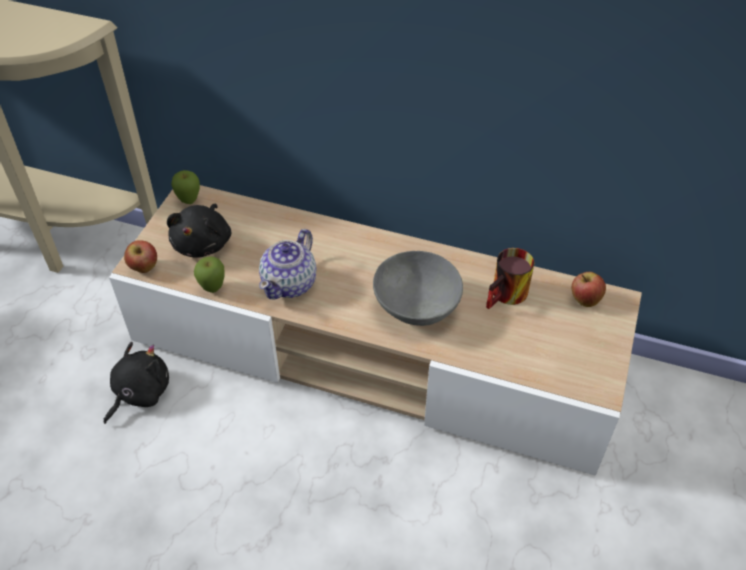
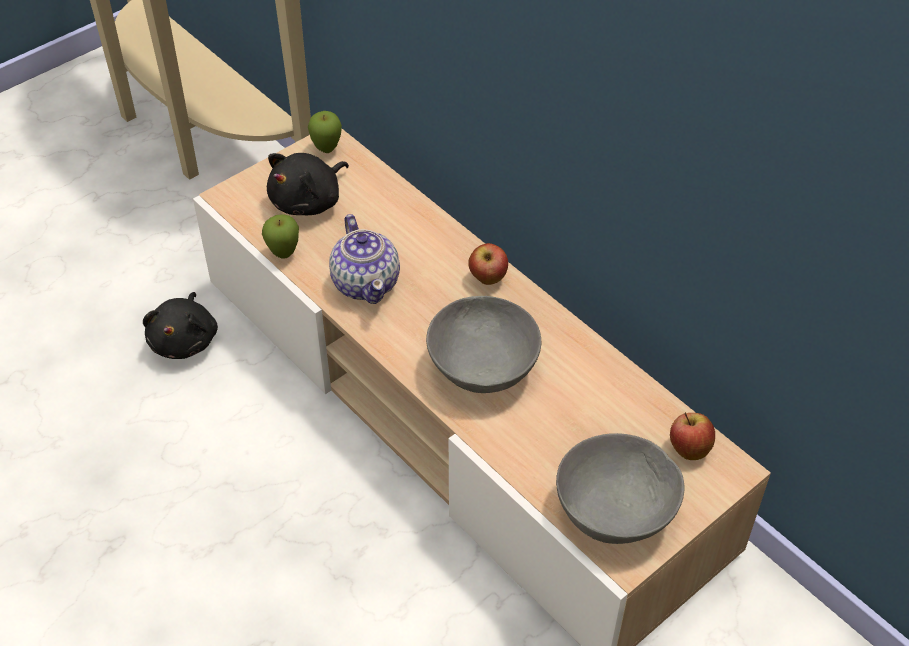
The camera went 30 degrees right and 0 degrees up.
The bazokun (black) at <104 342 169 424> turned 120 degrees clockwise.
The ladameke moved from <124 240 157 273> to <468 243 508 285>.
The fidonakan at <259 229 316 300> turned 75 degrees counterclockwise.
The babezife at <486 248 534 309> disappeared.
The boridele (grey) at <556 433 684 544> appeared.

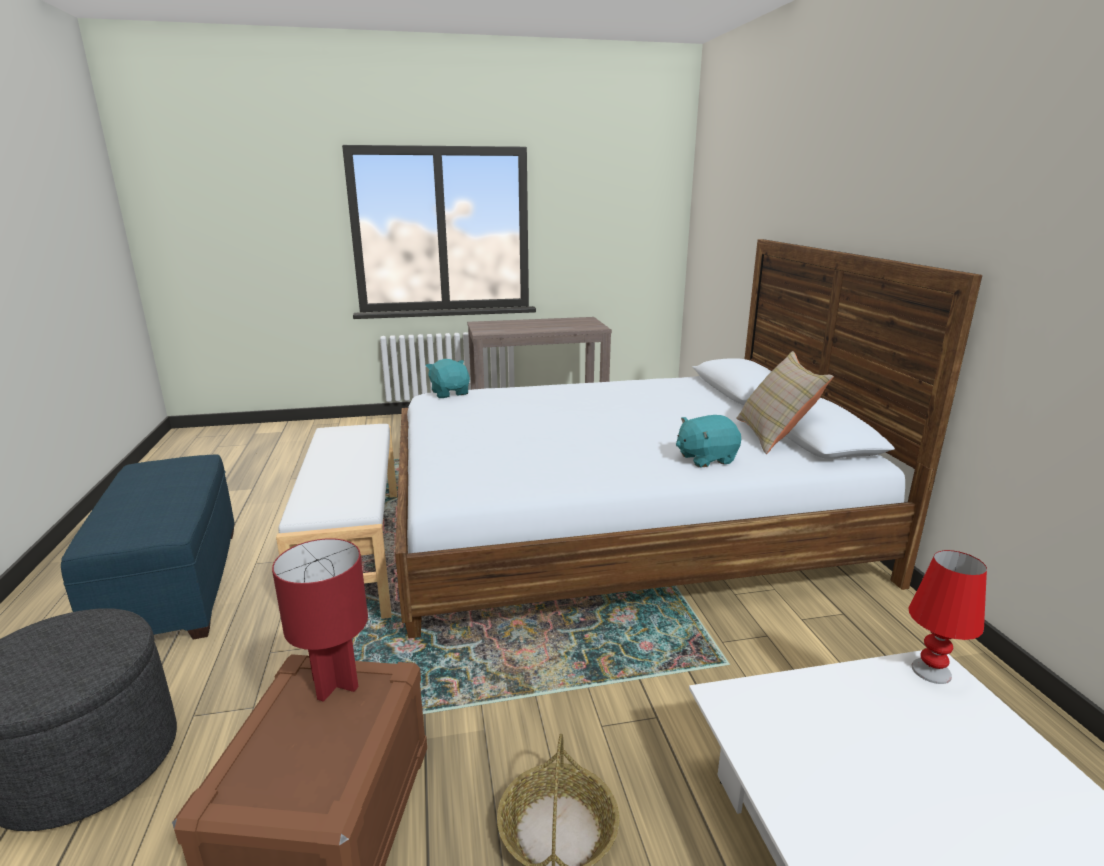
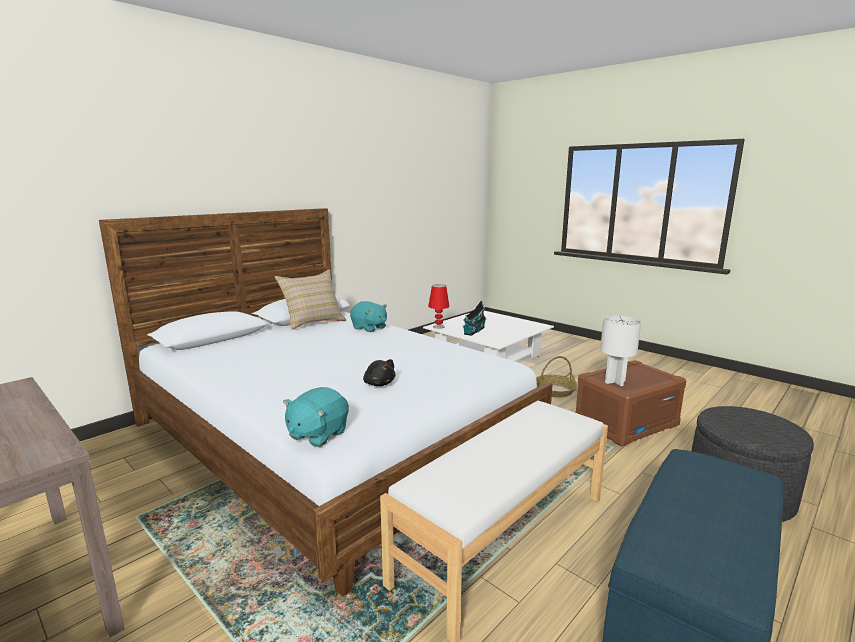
The camera went 125 degrees left and 5 degrees down.
The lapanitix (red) at <272 538 368 702> became the lapanitix (white) at <600 316 641 386>.
The bazokun (black) at <363 359 395 386> appeared.
The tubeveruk at <463 300 486 336> appeared.

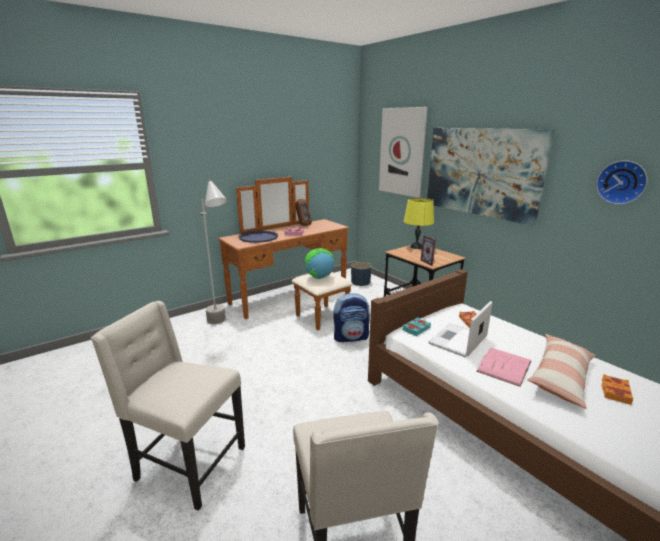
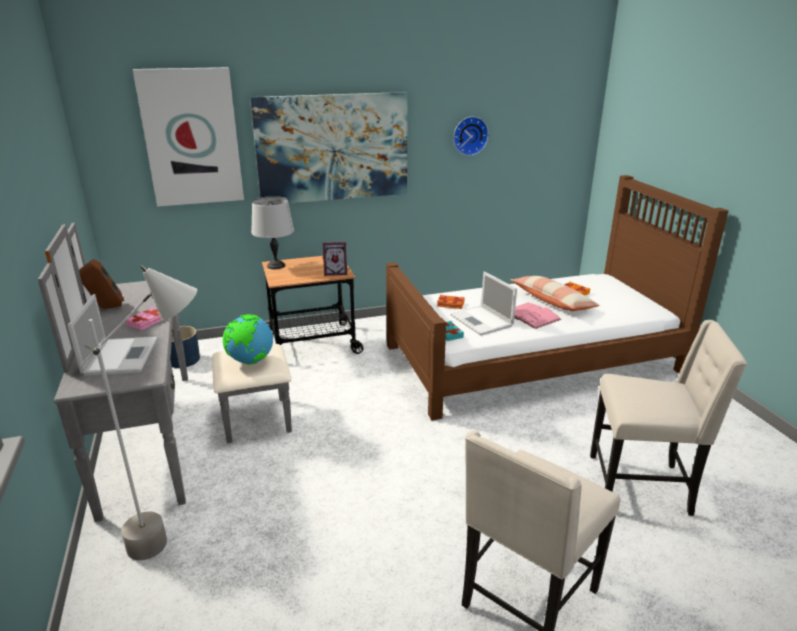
The camera went 70 degrees left and 5 degrees up.
The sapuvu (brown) at <218 177 353 330> became the sapuvu (grey) at <38 223 292 522>.
The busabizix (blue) at <239 231 278 243> was replaced by the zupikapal at <67 294 158 376>.
The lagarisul at <334 293 370 342> disappeared.
The lapanitix (yellow) at <404 198 434 249> became the lapanitix (grey) at <251 196 294 269>.

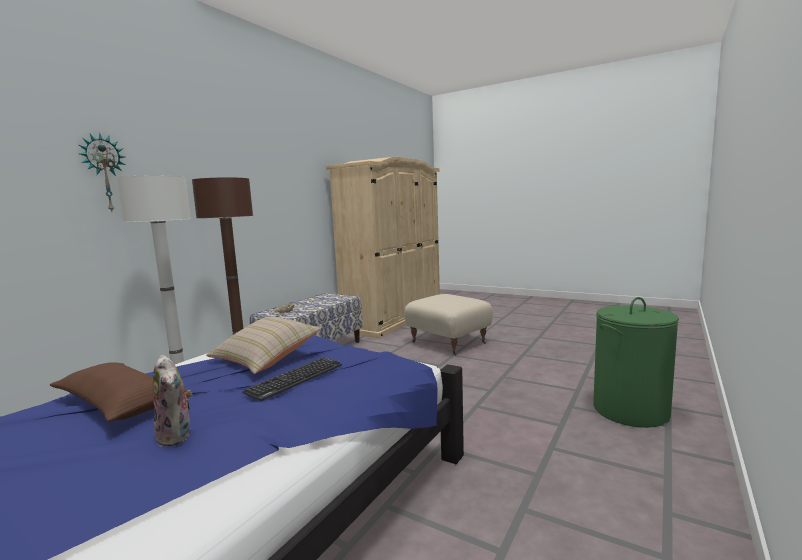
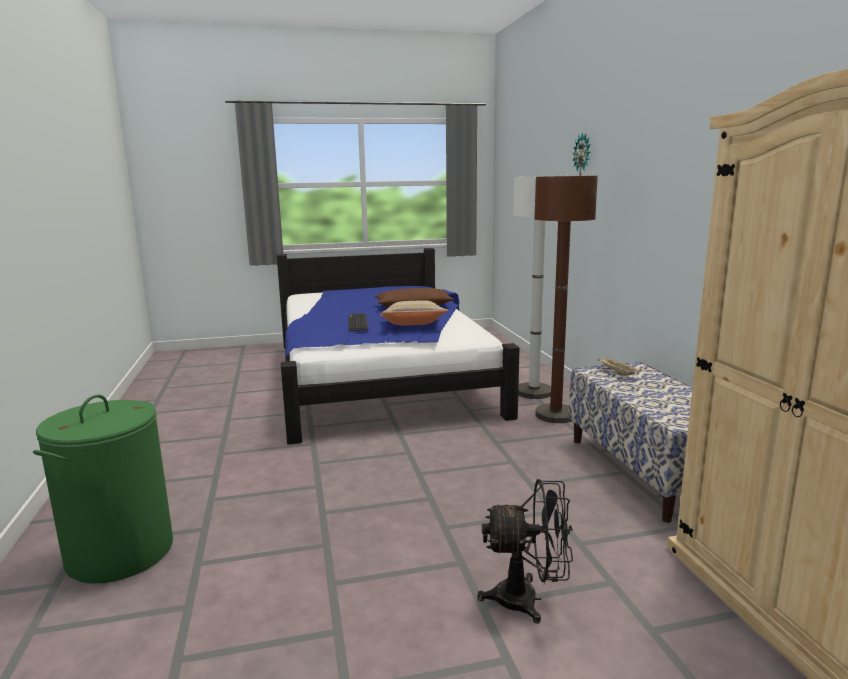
The camera went 135 degrees right and 5 degrees up.
The bazokun at <153 355 192 447> disappeared.
The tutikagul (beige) at <404 294 493 356> was replaced by the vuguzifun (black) at <477 479 573 624>.

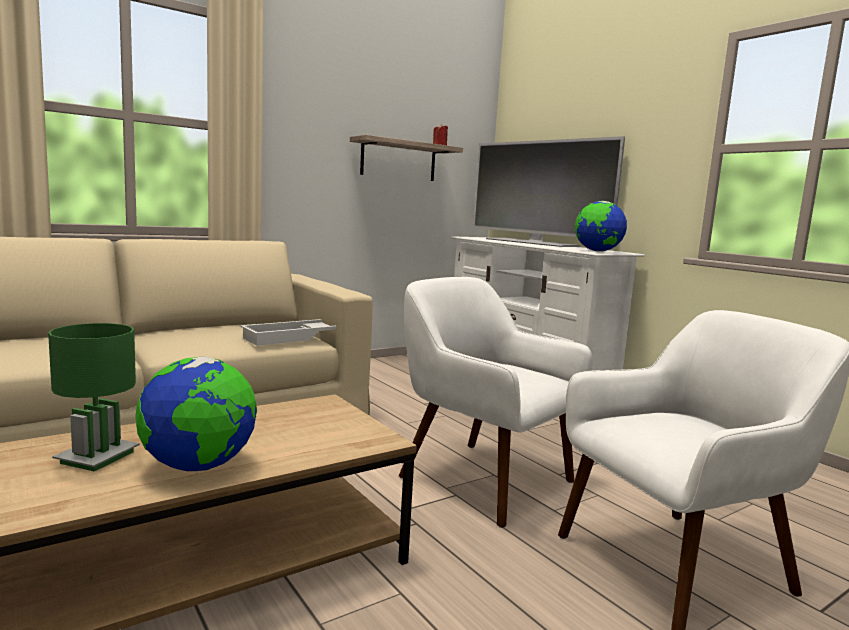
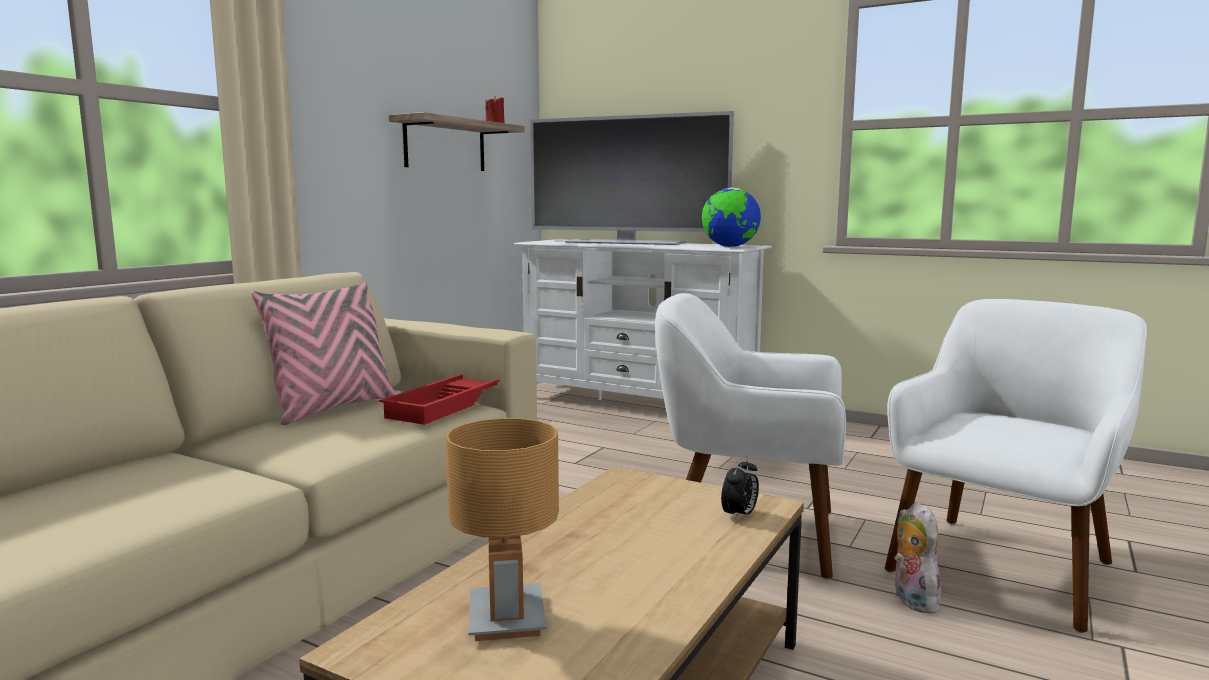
The camera went 25 degrees left and 0 degrees up.
The lapanitix (green) at <48 323 140 472> became the lapanitix (brown) at <446 418 559 641>.
The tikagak at <135 357 257 472> disappeared.
The busabizix (white) at <240 319 337 346> became the busabizix (red) at <379 374 500 425>.
The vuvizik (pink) at <251 283 396 426> appeared.
The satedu at <721 455 759 521> appeared.
The bazokun at <894 502 942 613> appeared.

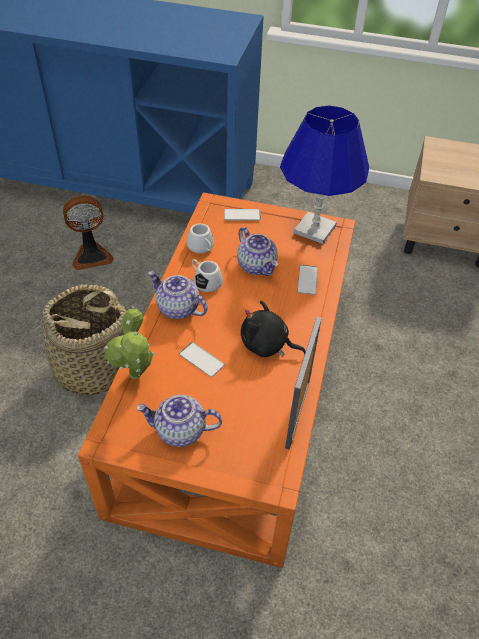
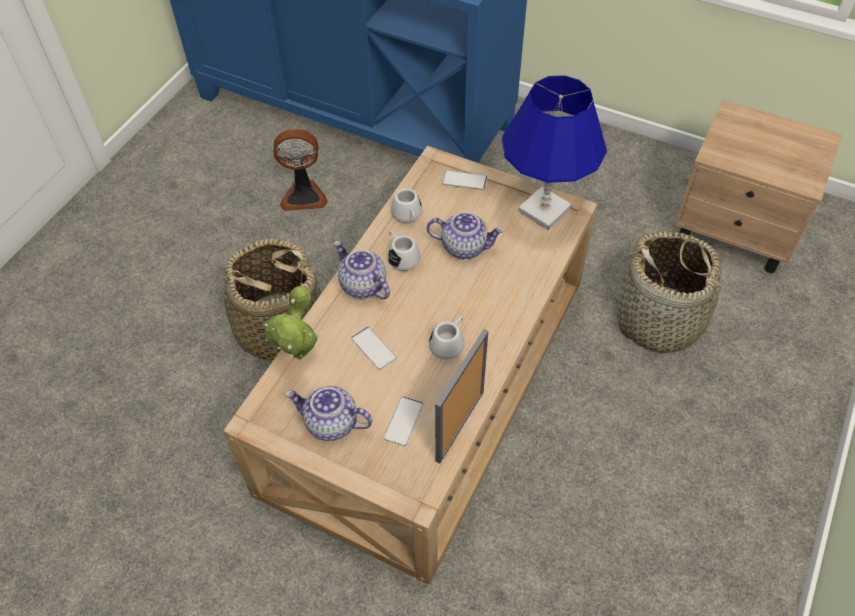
The camera went 15 degrees right and 5 degrees up.
The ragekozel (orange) at <78 193 355 568> became the ragekozel (beige) at <224 146 597 584>.
The fidonakan at <237 227 278 276> turned 60 degrees counterclockwise.
The bazokun (black) at <241 301 306 357> was replaced by the babezife (white) at <429 316 464 360>.
The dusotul moved from <297 265 318 295> to <384 396 423 446>.
The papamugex at <610 231 733 353> appeared.

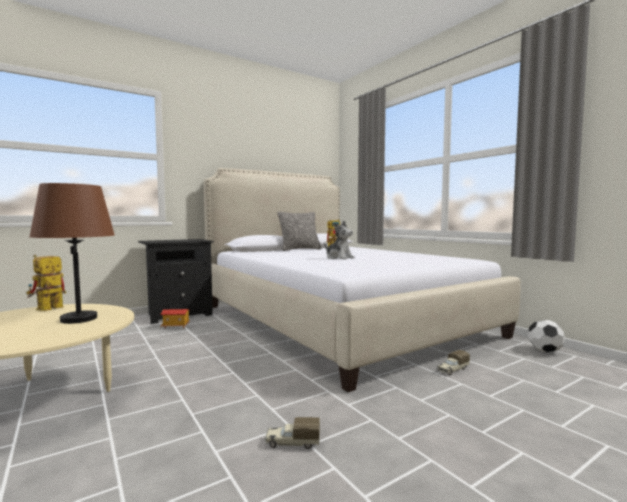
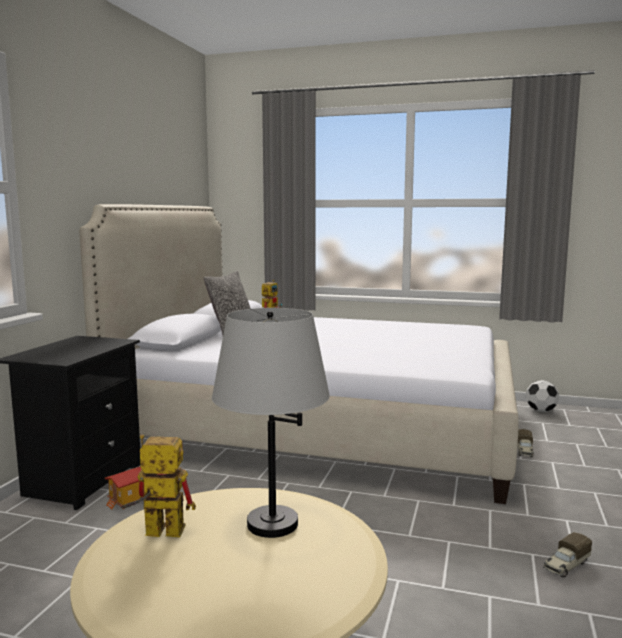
The camera went 40 degrees left and 5 degrees up.
The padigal at <26 255 66 311> turned 105 degrees clockwise.
The lapanitix (brown) at <30 183 115 324> became the lapanitix (grey) at <212 308 330 538>.
The bazokun at <324 221 355 259> disappeared.

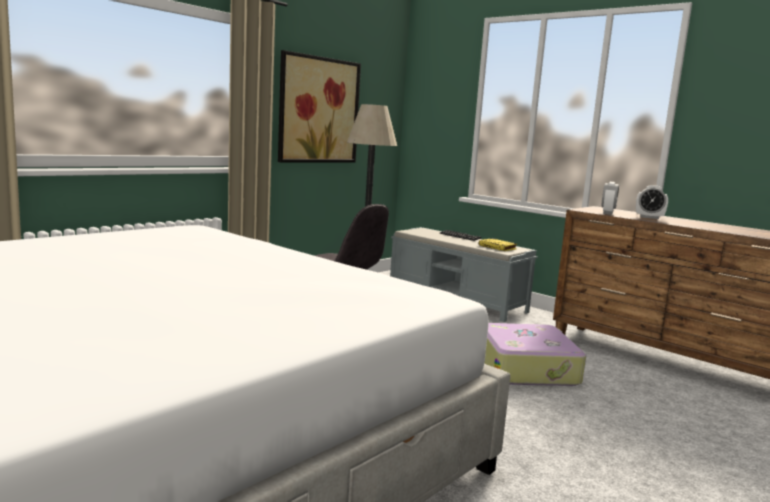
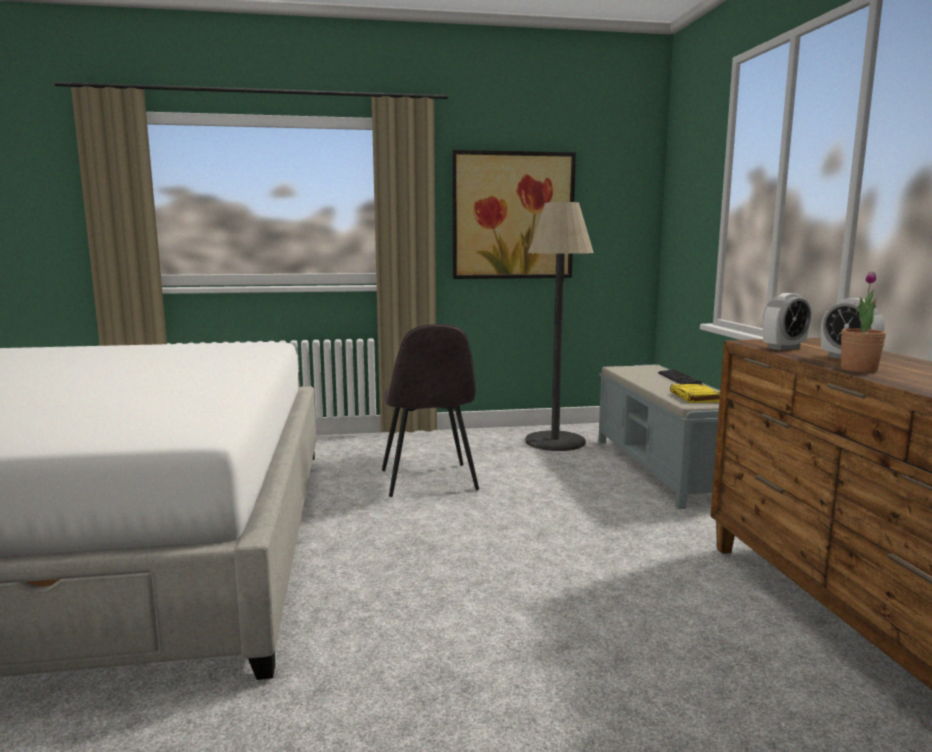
The camera went 40 degrees right and 0 degrees up.
The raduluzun at <484 323 587 386> disappeared.
The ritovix at <841 272 886 372> appeared.

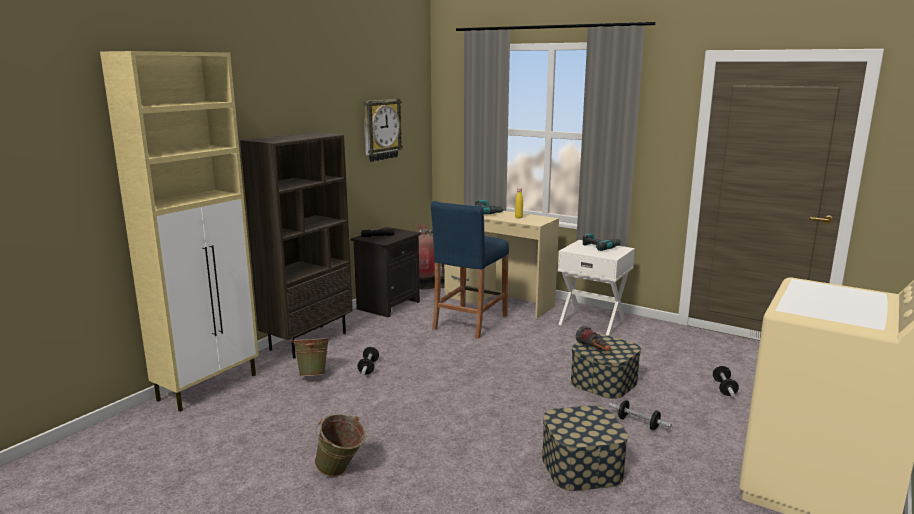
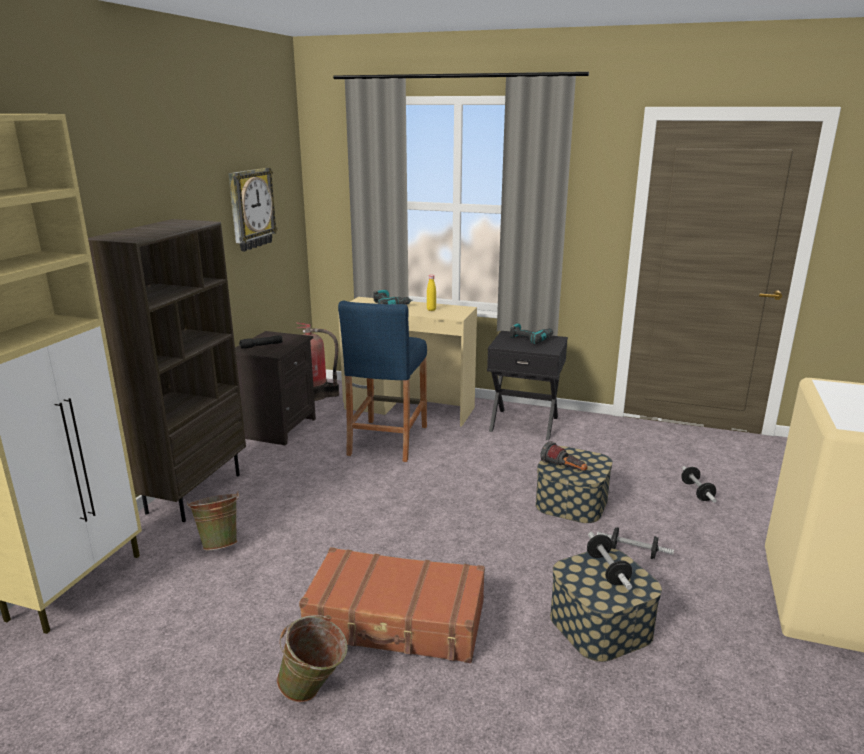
The camera went 15 degrees left and 5 degrees up.
The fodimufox moved from <357 347 379 374> to <587 532 632 590>.
The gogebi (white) at <558 240 635 336> became the gogebi (black) at <487 331 568 440>.
The raduluzun (brown) at <299 547 485 663> appeared.

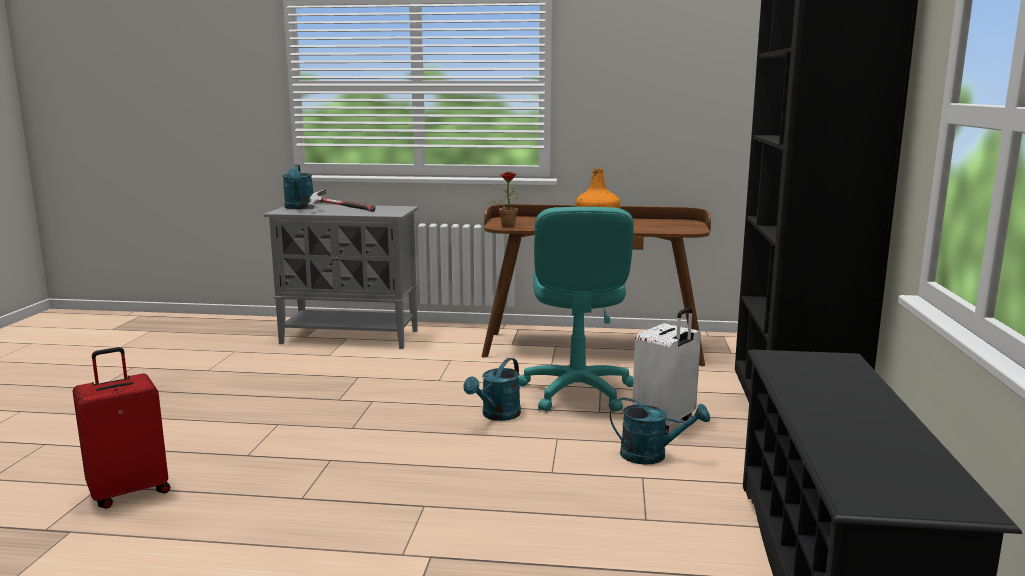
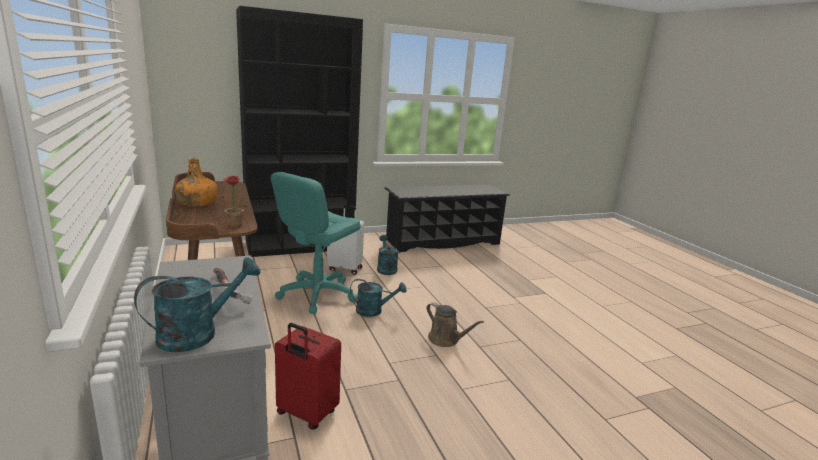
The camera went 120 degrees left and 5 degrees up.
The raduluzun (red) moved from <72 347 170 509> to <275 323 341 430>.
The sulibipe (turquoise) at <519 207 634 412> turned 150 degrees clockwise.
The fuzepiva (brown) at <426 302 484 347> appeared.

